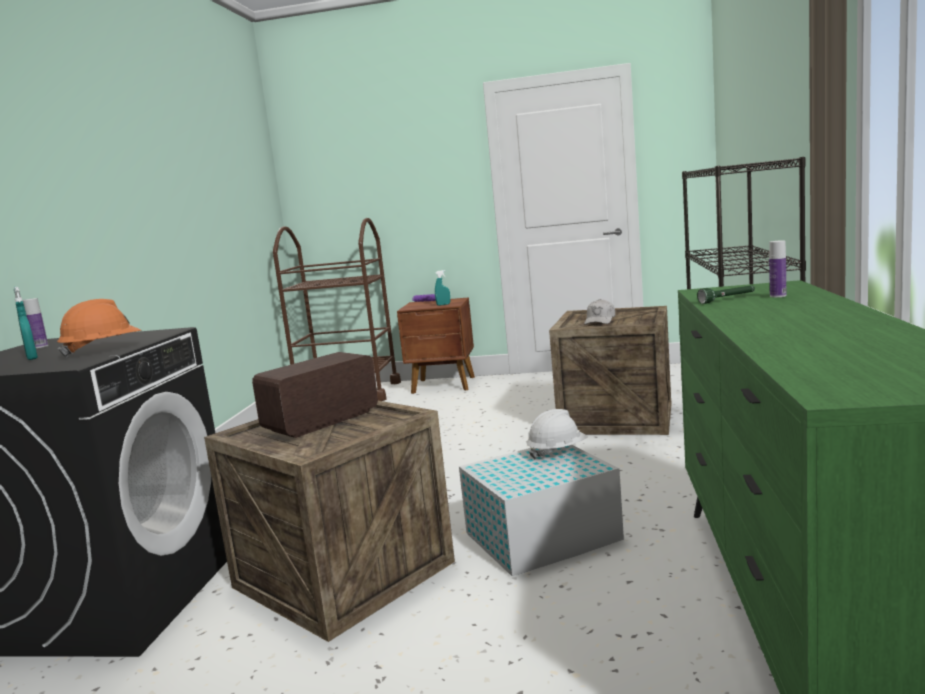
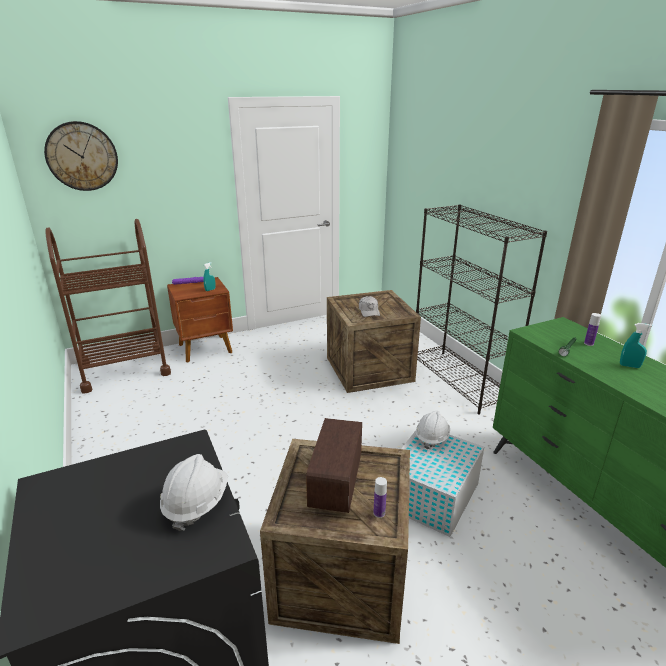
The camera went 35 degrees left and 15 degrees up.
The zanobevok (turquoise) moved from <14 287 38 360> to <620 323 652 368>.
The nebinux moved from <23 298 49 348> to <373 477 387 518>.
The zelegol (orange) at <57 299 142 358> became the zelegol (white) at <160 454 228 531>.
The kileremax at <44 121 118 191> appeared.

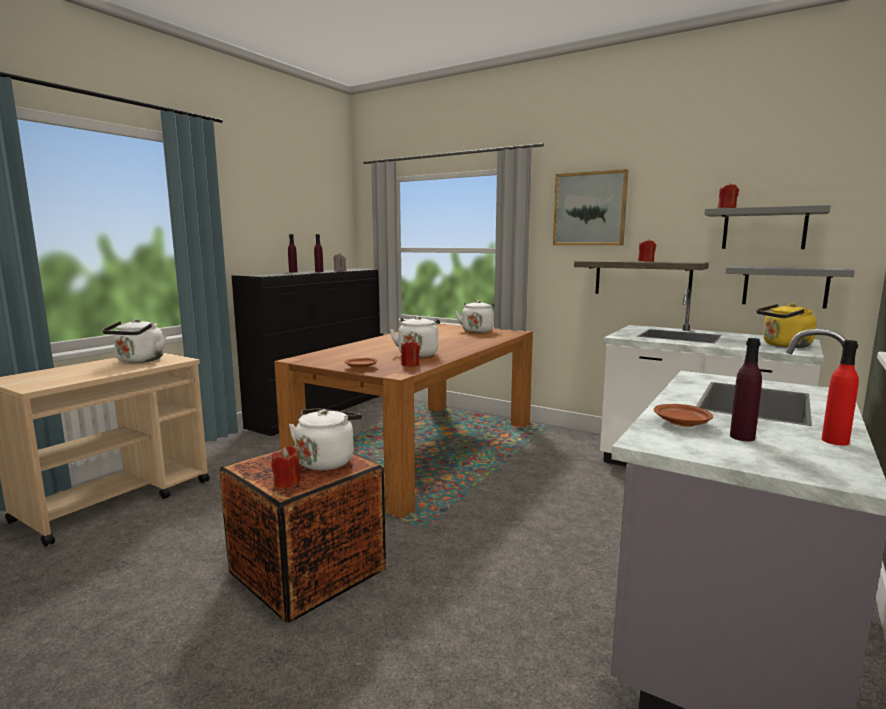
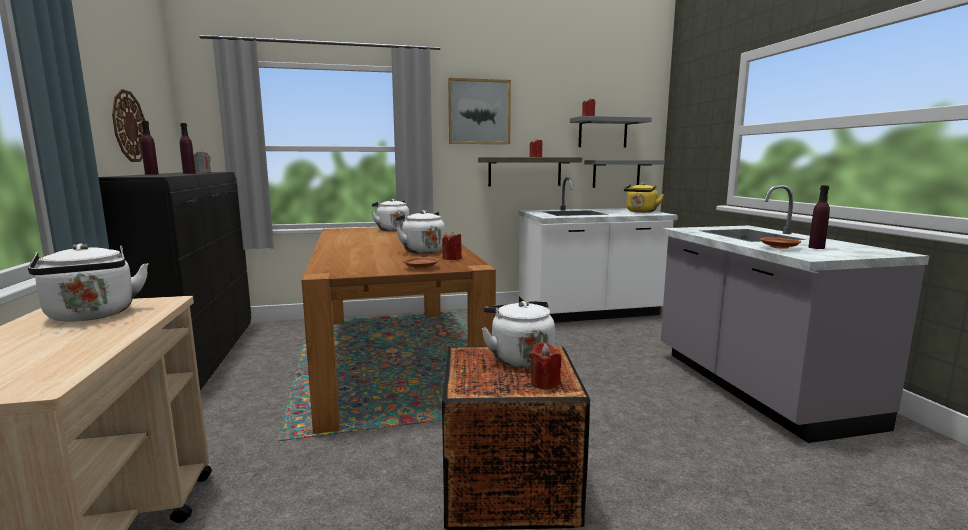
The camera went 45 degrees left and 0 degrees up.
The nebinux (red) at <822 340 859 446> disappeared.
The kileremax at <112 89 145 162> appeared.

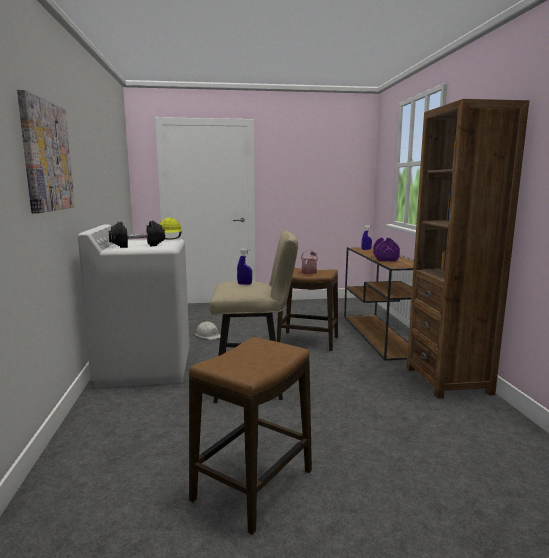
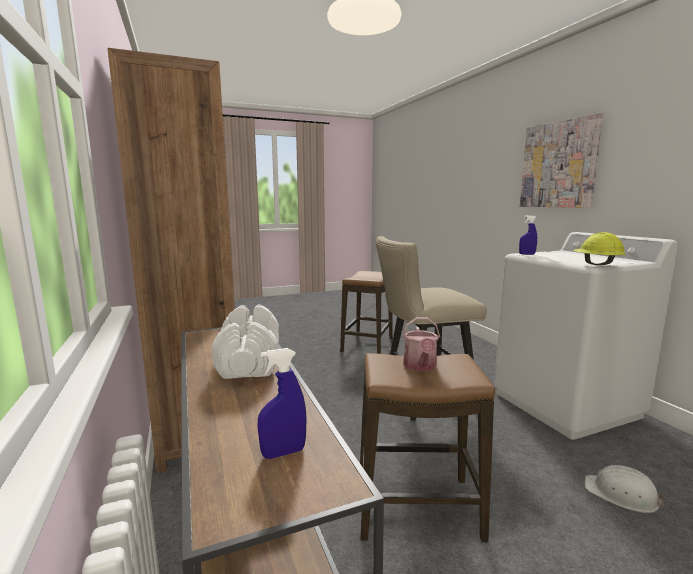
The camera went 165 degrees right and 0 degrees up.
The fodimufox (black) at <109 221 165 248> disappeared.
The zanobevok (blue) moved from <237 249 252 285> to <519 215 537 255>.
The fodimufox (purple) at <373 237 400 261> became the fodimufox (white) at <212 305 279 379>.

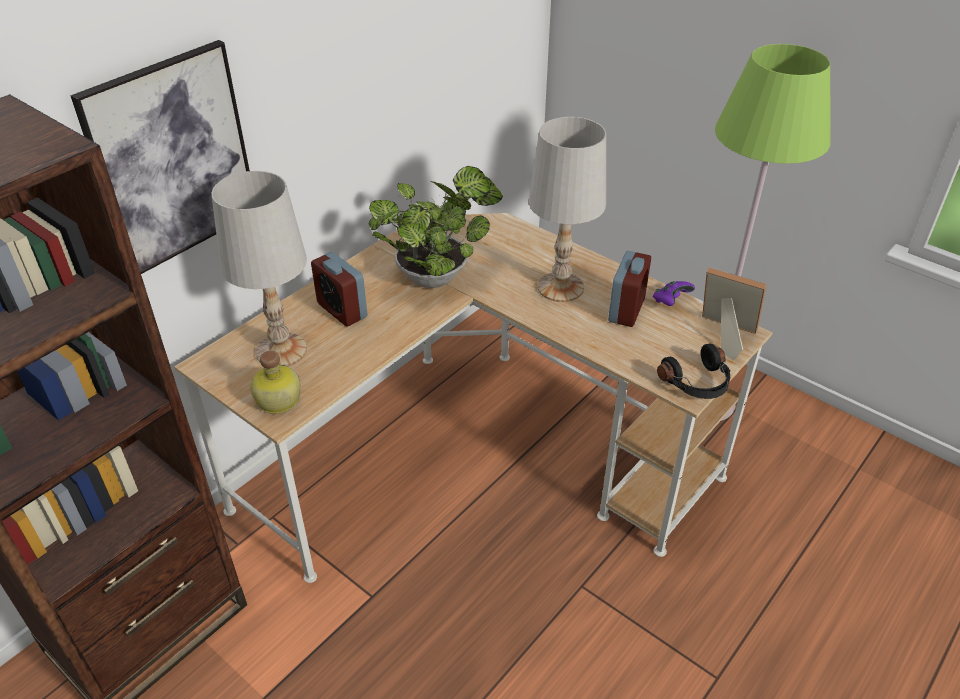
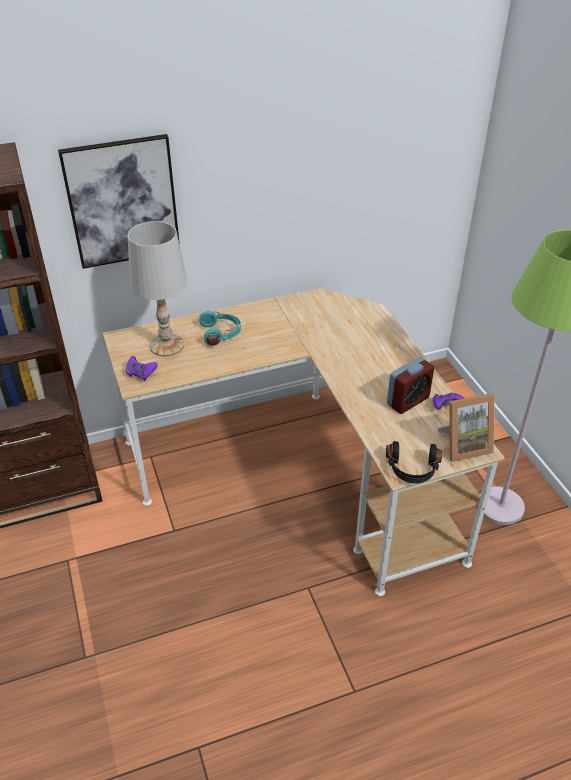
The camera went 30 degrees right and 0 degrees up.
The nebinux at <250 351 301 414> was replaced by the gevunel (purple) at <126 356 158 381>.
The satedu at <311 252 368 326> was replaced by the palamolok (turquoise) at <199 311 241 346>.
The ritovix at <369 166 503 288> disappeared.
The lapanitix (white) at <529 117 606 302> disappeared.
The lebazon at <702 267 767 361> turned 105 degrees clockwise.

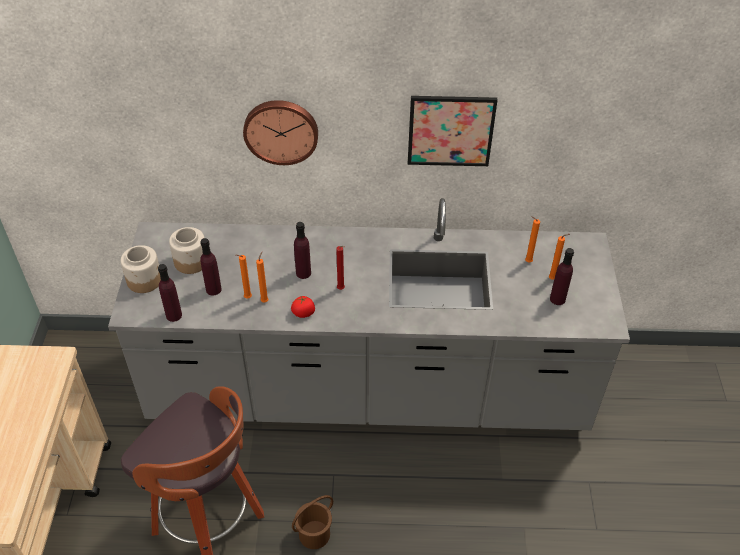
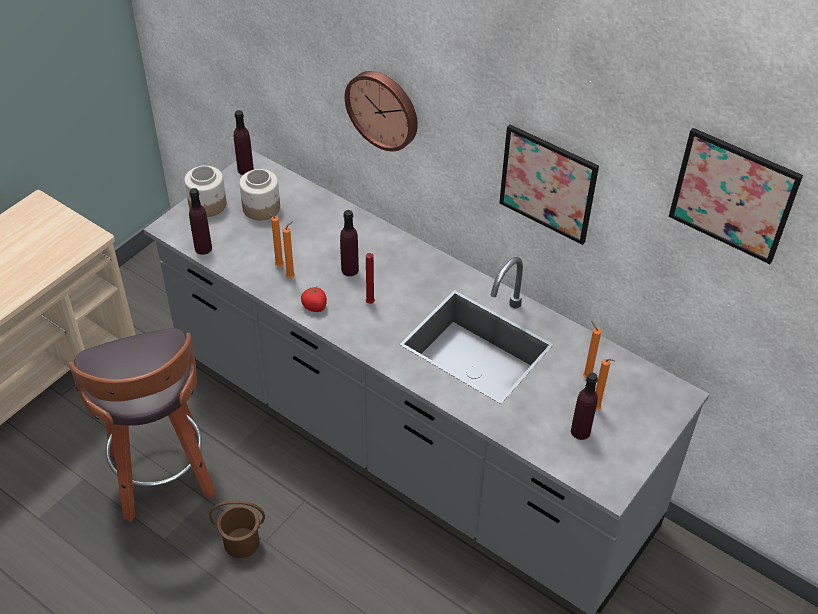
The camera went 35 degrees right and 0 degrees up.
The nebinux (purple) moved from <200 238 222 296> to <234 110 254 175>.
The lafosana at <669 128 803 264> appeared.

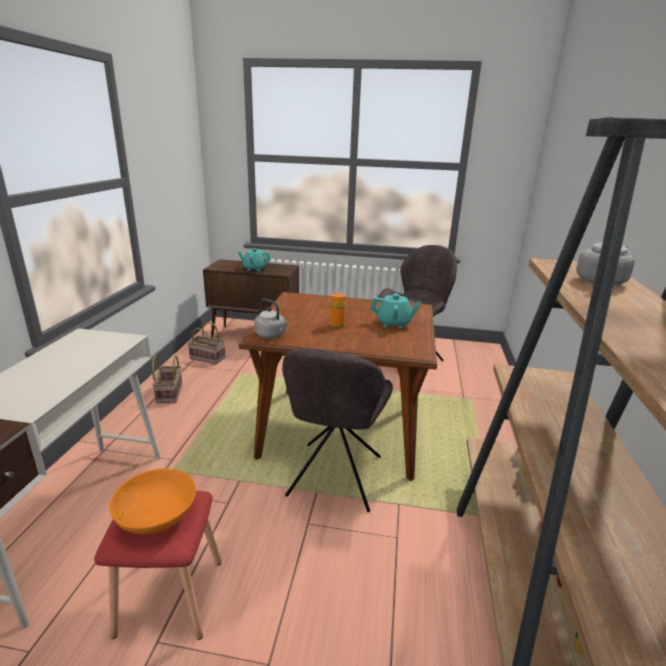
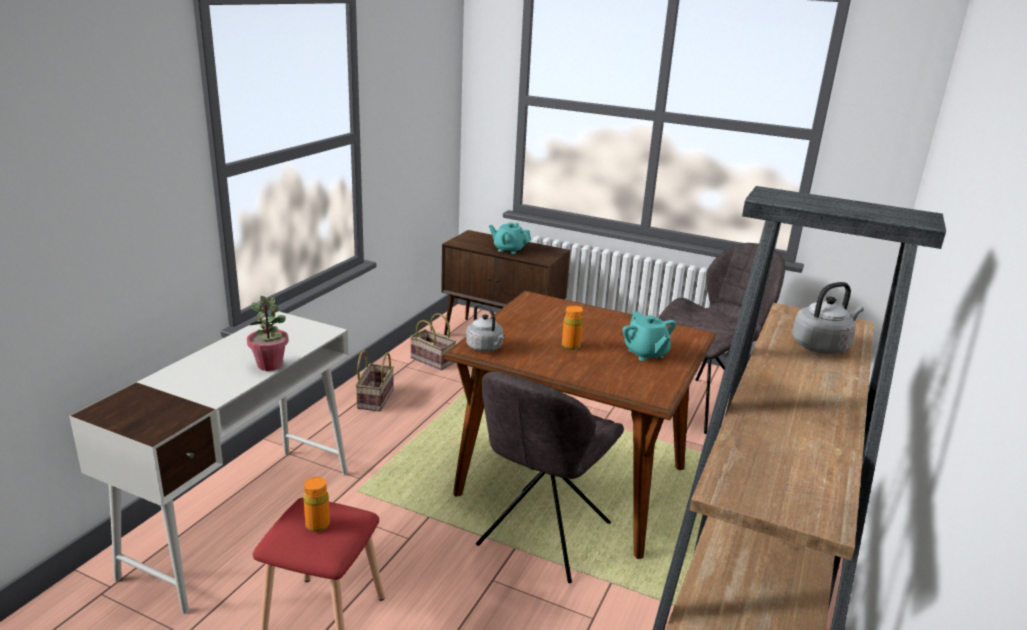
The camera went 15 degrees right and 0 degrees up.
The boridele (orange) at <109 468 196 534> was replaced by the nebinux (orange) at <304 477 330 532>.
The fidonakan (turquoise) at <370 293 422 329> turned 45 degrees clockwise.
The ritovix at <247 296 289 371> appeared.

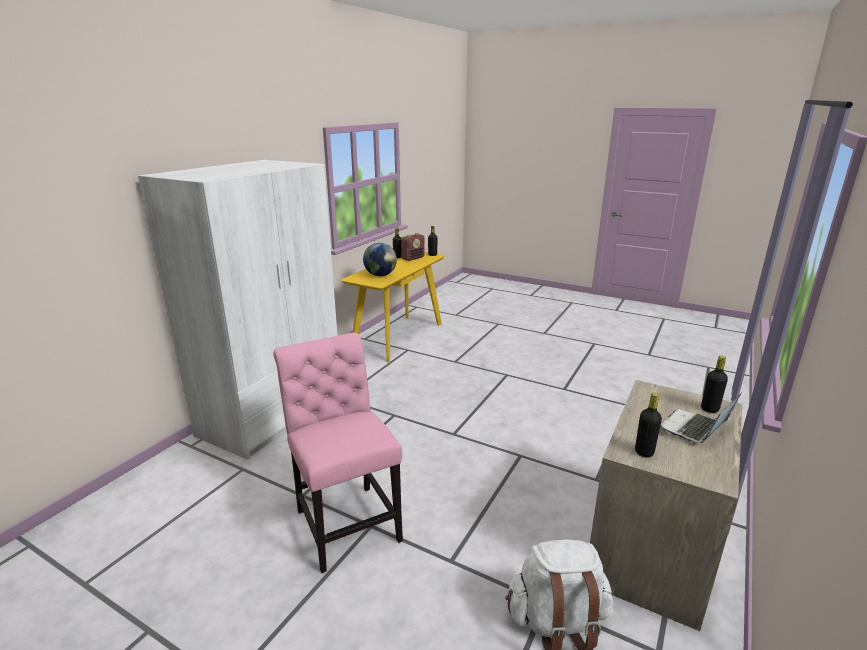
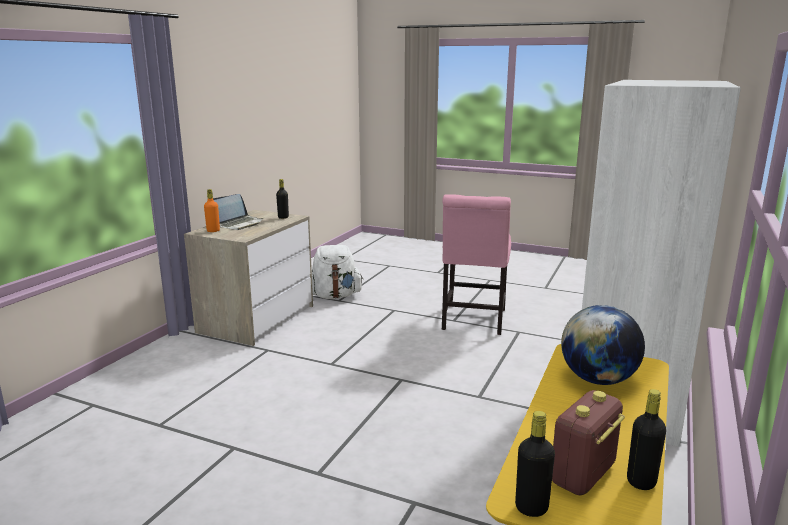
The camera went 175 degrees right and 5 degrees down.
The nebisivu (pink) at <273 333 403 573> turned 45 degrees clockwise.
The nebinux (black) at <701 356 728 413> became the nebinux (orange) at <204 189 220 232>.

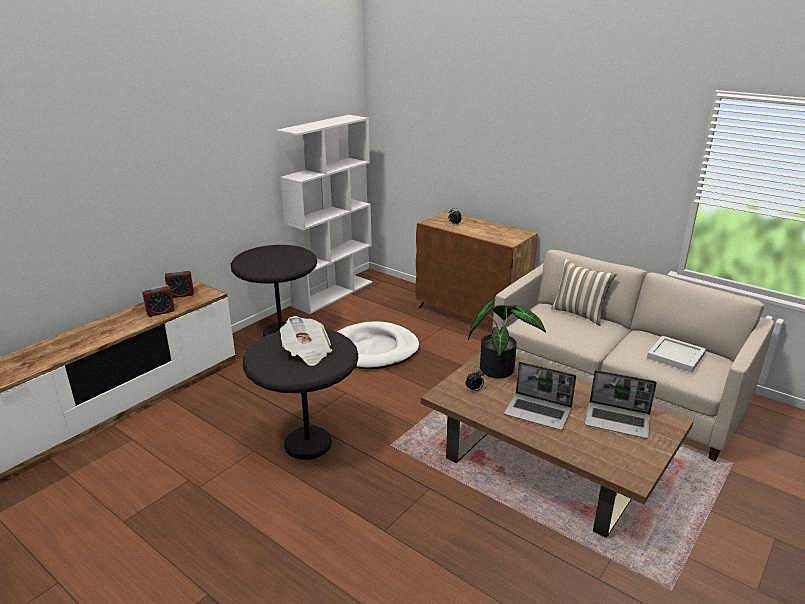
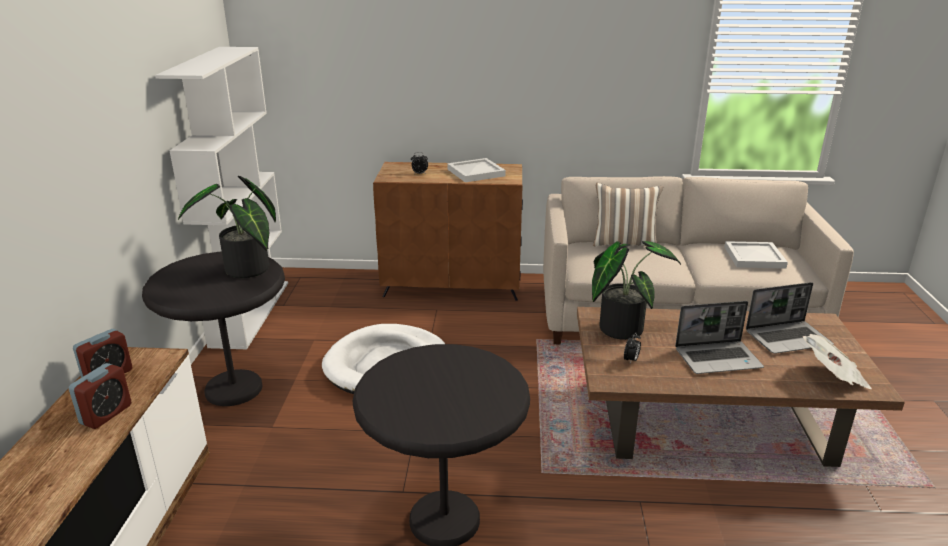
The camera went 35 degrees left and 0 degrees up.
The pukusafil moved from <280 316 332 366> to <803 334 872 389>.
The ritovix at <178 176 276 278> appeared.
The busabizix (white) at <447 158 506 182> appeared.

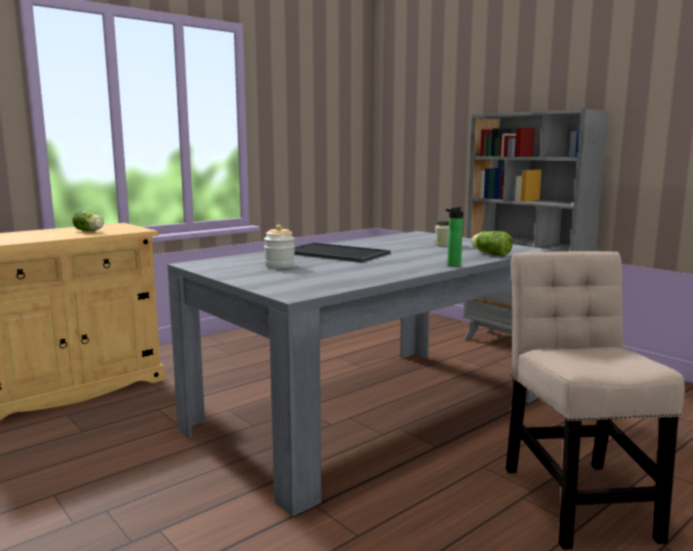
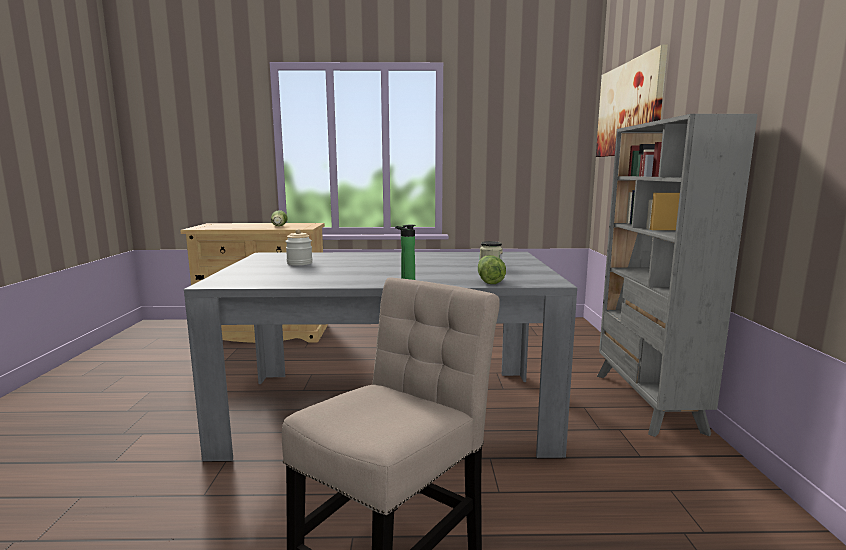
The camera went 40 degrees right and 0 degrees up.
The busabizix at <294 242 391 263> disappeared.
The lafosana at <596 44 668 157> appeared.

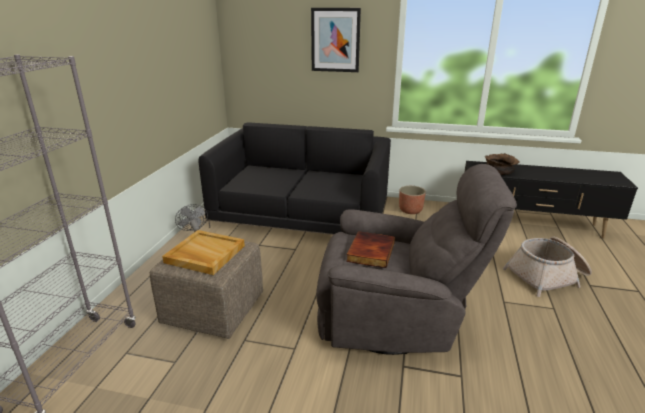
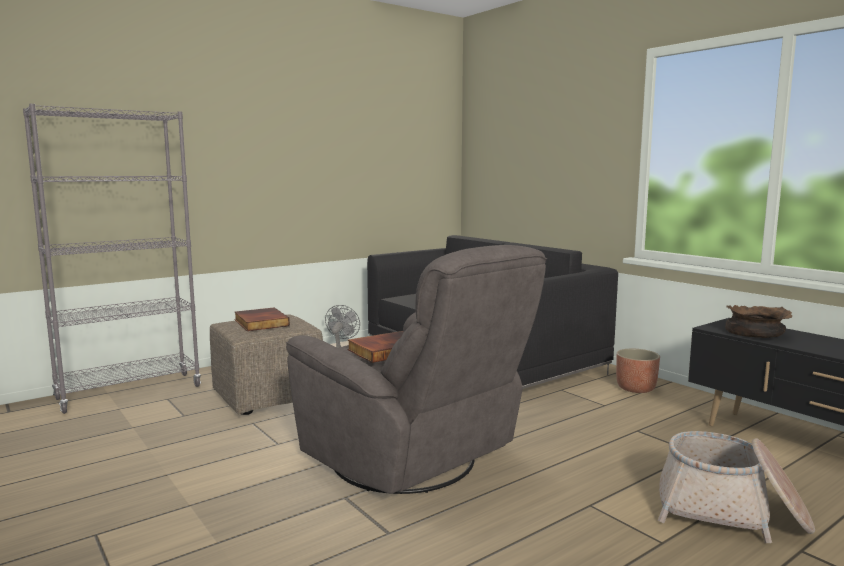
The camera went 40 degrees right and 15 degrees down.
The busabizix (beige) at <162 230 245 275> was replaced by the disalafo at <235 307 290 331>.
The lafosana at <311 8 361 72> disappeared.

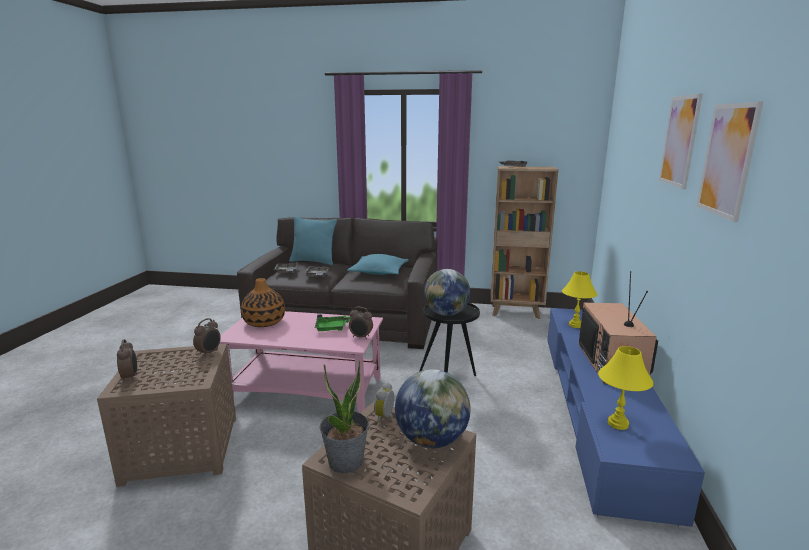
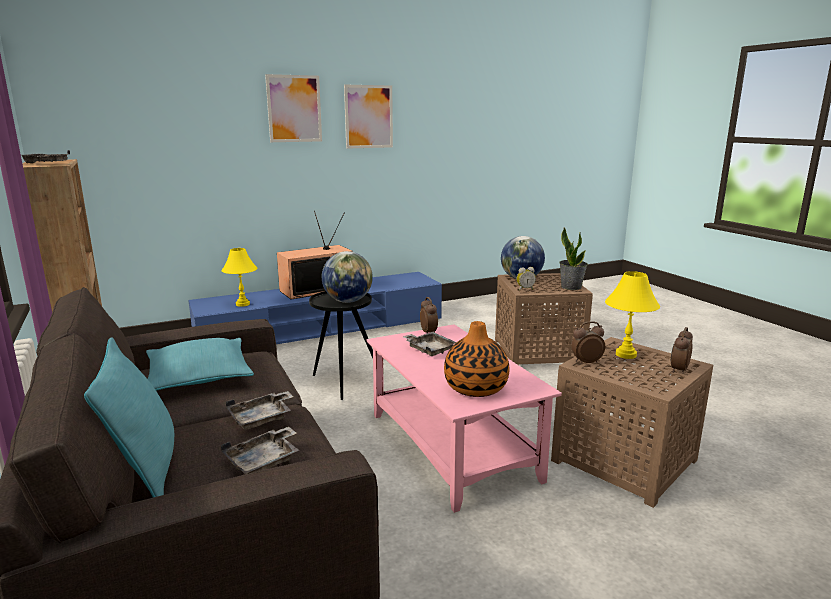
The camera went 125 degrees left and 0 degrees up.
The busabizix (green) at <315 314 351 331> became the busabizix (grey) at <403 332 456 356>.
The lapanitix (yellow) moved from <598 346 653 430> to <605 271 660 359>.

